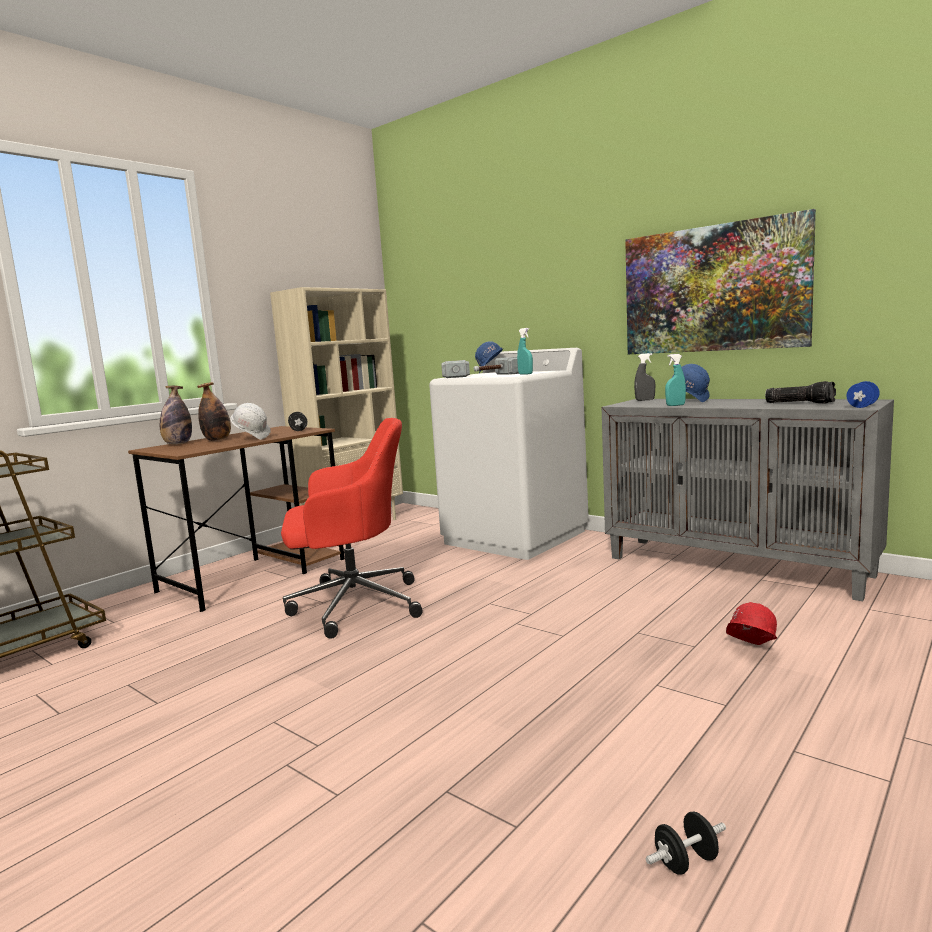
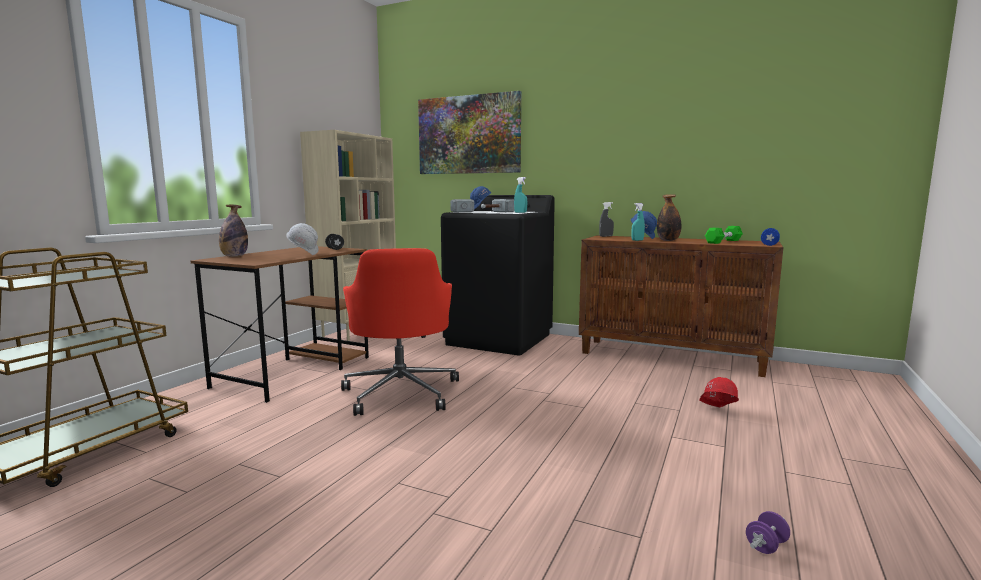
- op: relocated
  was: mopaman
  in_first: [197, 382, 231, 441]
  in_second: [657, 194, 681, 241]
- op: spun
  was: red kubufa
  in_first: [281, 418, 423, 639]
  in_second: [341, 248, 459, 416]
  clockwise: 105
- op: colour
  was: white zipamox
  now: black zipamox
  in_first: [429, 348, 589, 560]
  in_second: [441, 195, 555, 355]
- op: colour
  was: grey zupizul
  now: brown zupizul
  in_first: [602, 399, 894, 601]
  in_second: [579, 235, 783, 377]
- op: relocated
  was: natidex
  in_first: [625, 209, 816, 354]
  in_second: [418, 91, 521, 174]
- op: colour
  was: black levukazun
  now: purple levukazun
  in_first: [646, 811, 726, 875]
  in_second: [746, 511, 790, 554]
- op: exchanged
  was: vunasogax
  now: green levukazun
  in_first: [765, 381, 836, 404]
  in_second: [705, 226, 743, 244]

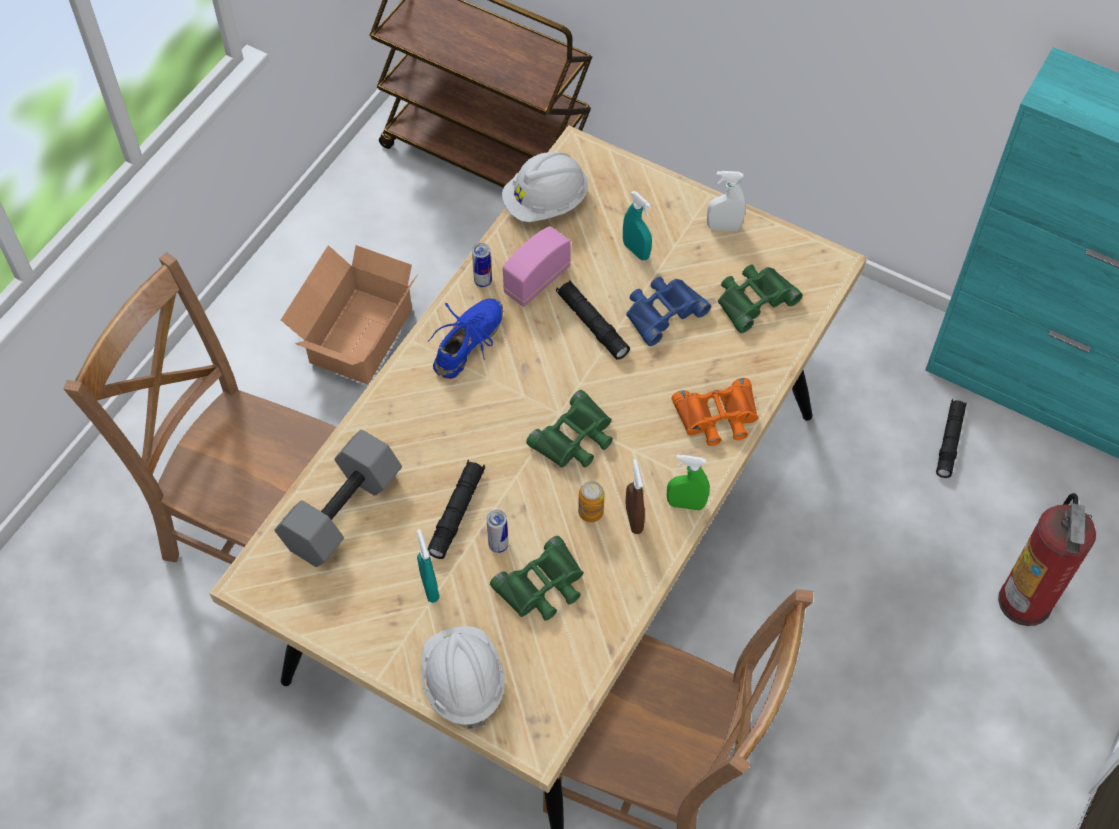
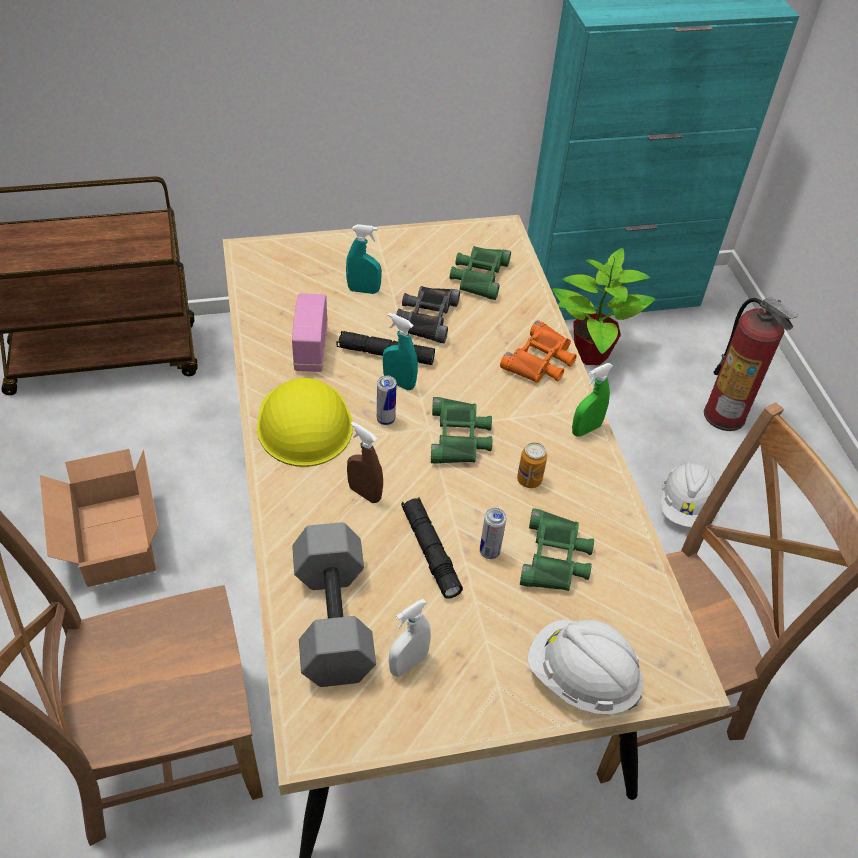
- op: relocated
  was: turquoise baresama
  in_first: [417, 529, 439, 603]
  in_second: [383, 313, 418, 390]
- op: exchanged
  was: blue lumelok
  now: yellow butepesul
  in_first: [428, 298, 503, 379]
  in_second: [257, 378, 353, 467]
- op: relocated
  was: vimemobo
  in_first: [472, 243, 492, 287]
  in_second: [377, 375, 397, 425]
- op: relocated
  was: white butepesul
  in_first: [502, 152, 588, 222]
  in_second: [660, 462, 716, 527]
- op: colour
  was: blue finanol
  now: black finanol
  in_first: [626, 277, 711, 346]
  in_second: [396, 286, 460, 343]
- op: relocated
  was: brown baresama
  in_first: [626, 459, 645, 534]
  in_second: [347, 422, 383, 503]
- op: relocated
  was: white baresama
  in_first: [707, 171, 746, 231]
  in_second: [389, 599, 431, 677]
- op: exchanged
  was: black vunasogax
  now: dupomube
  in_first: [936, 399, 967, 478]
  in_second: [552, 248, 655, 365]

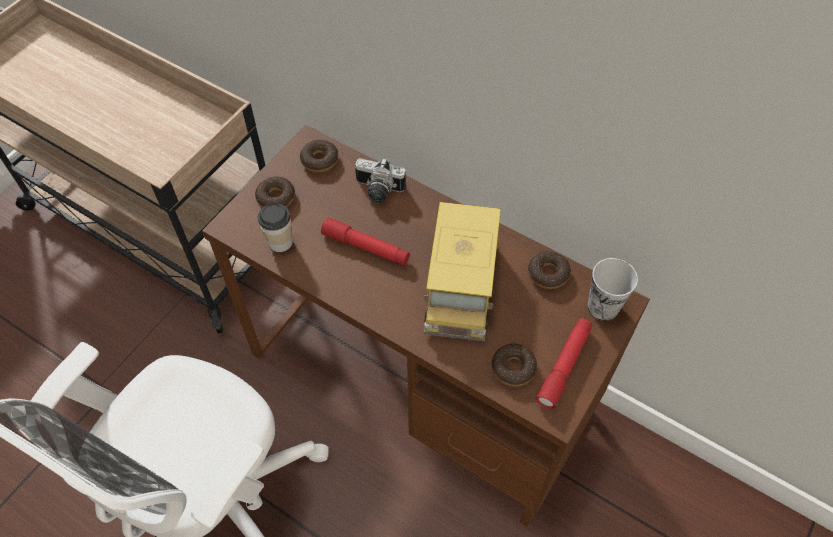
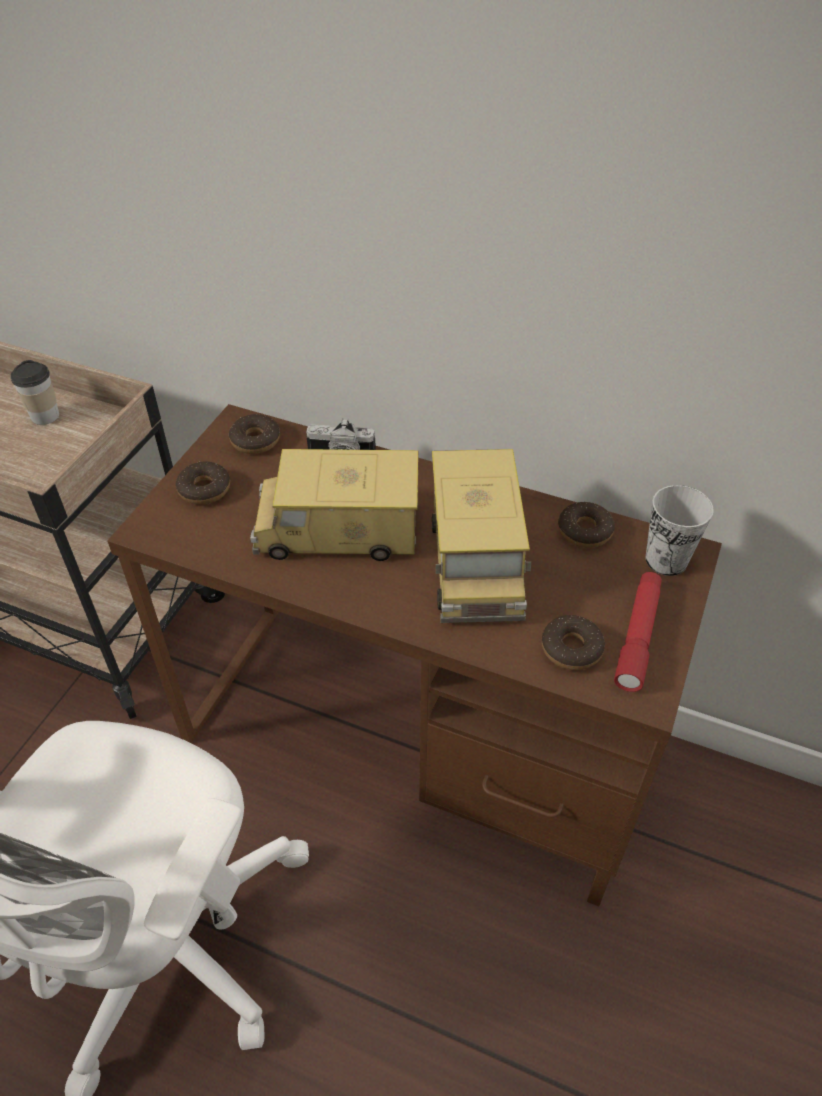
- op: relocated
  was: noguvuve
  in_first: [258, 203, 292, 252]
  in_second: [10, 360, 59, 425]
- op: exchanged
  was: red vunasogax
  now: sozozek
  in_first: [321, 217, 410, 265]
  in_second: [250, 449, 419, 561]

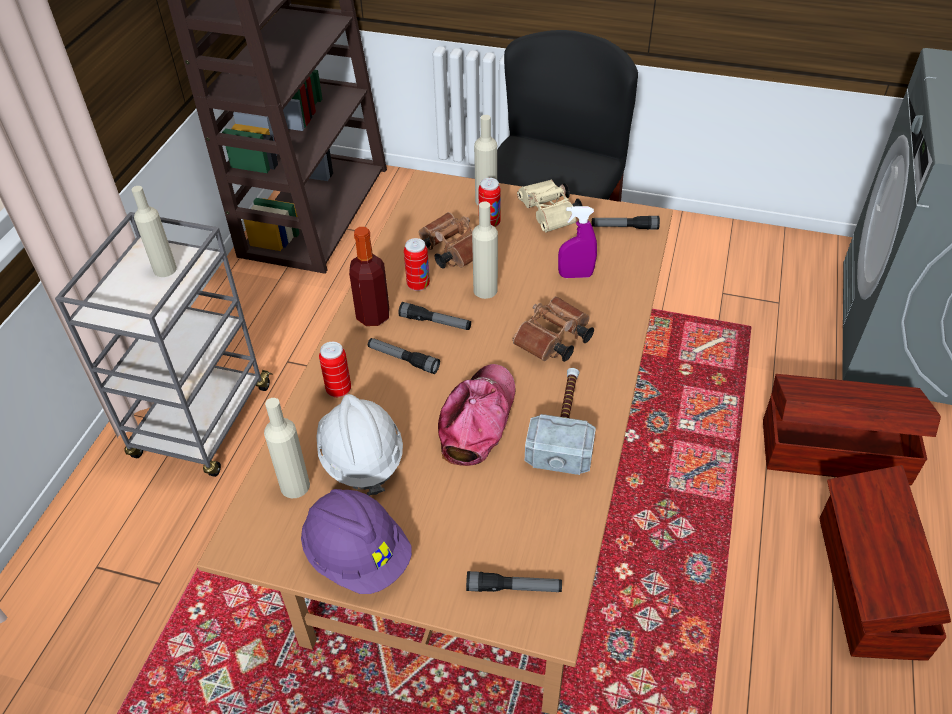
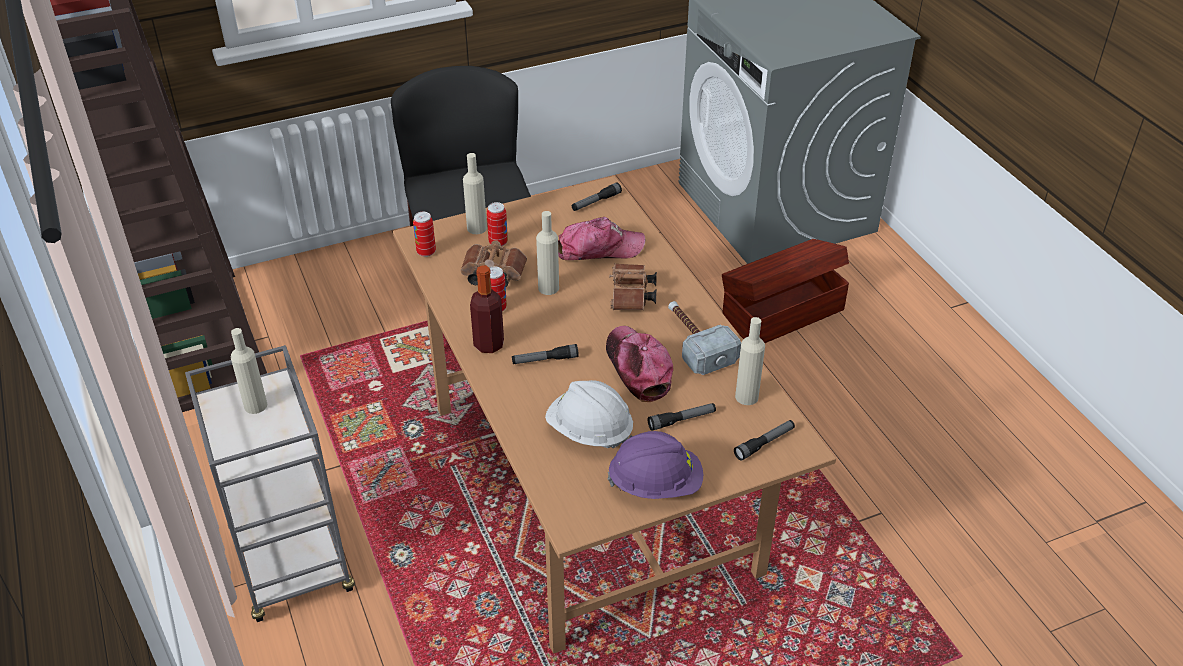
- op: relocated
  was: beige mopaman
  in_first: [264, 398, 310, 498]
  in_second: [735, 317, 765, 405]
- op: relocated
  was: vimemobo
  in_first: [319, 342, 351, 397]
  in_second: [413, 212, 436, 257]
- op: relocated
  was: vunasogax
  in_first: [398, 302, 471, 330]
  in_second: [648, 403, 716, 431]
- op: missing
  was: beige finanol
  in_first: [517, 180, 583, 233]
- op: exchanged
  was: purple baresama
  now: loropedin
  in_first: [558, 206, 597, 278]
  in_second: [558, 217, 645, 260]
- op: missing
  was: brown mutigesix
  in_first: [819, 465, 951, 661]

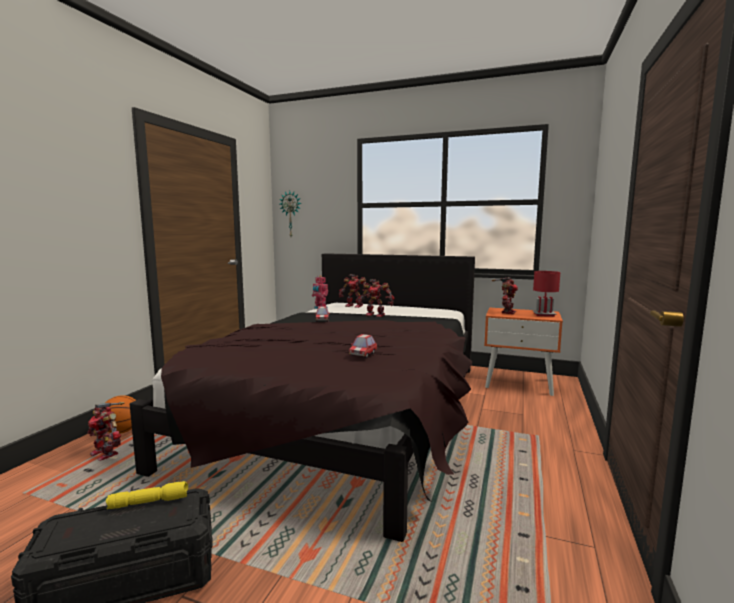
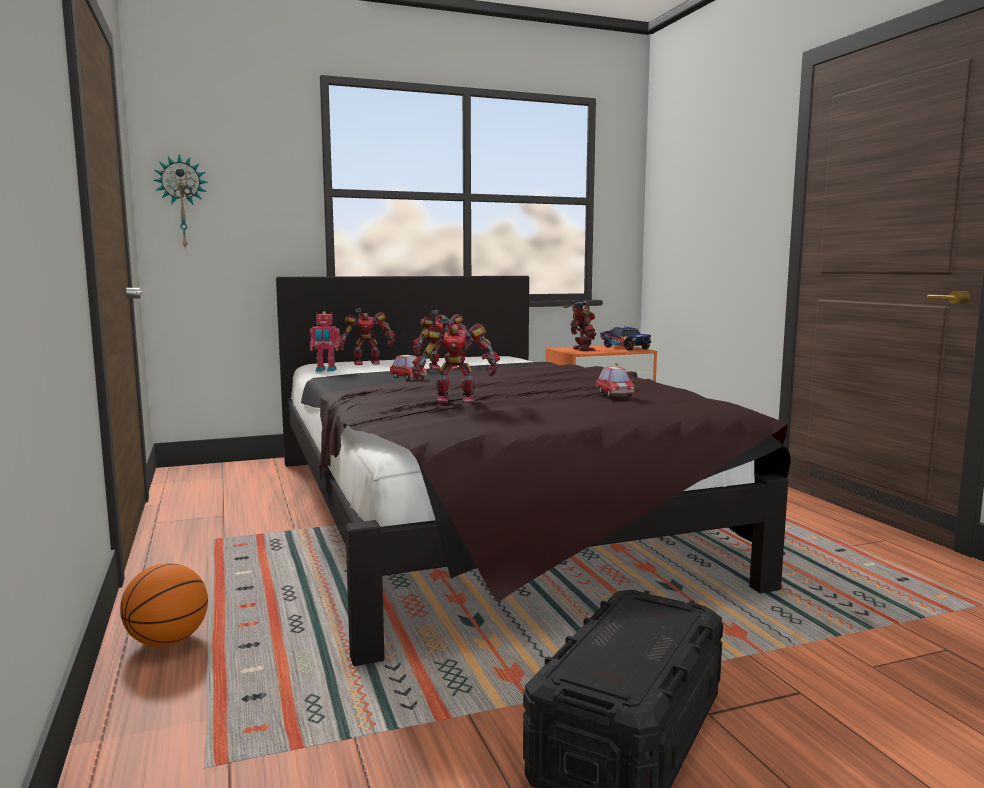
- op: relocated
  was: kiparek
  in_first: [87, 402, 124, 461]
  in_second: [412, 317, 500, 403]
- op: missing
  was: yellow vunasogax
  in_first: [106, 481, 188, 509]
- op: exchanged
  was: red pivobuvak
  now: sozozek
  in_first: [532, 271, 560, 317]
  in_second: [600, 327, 651, 351]

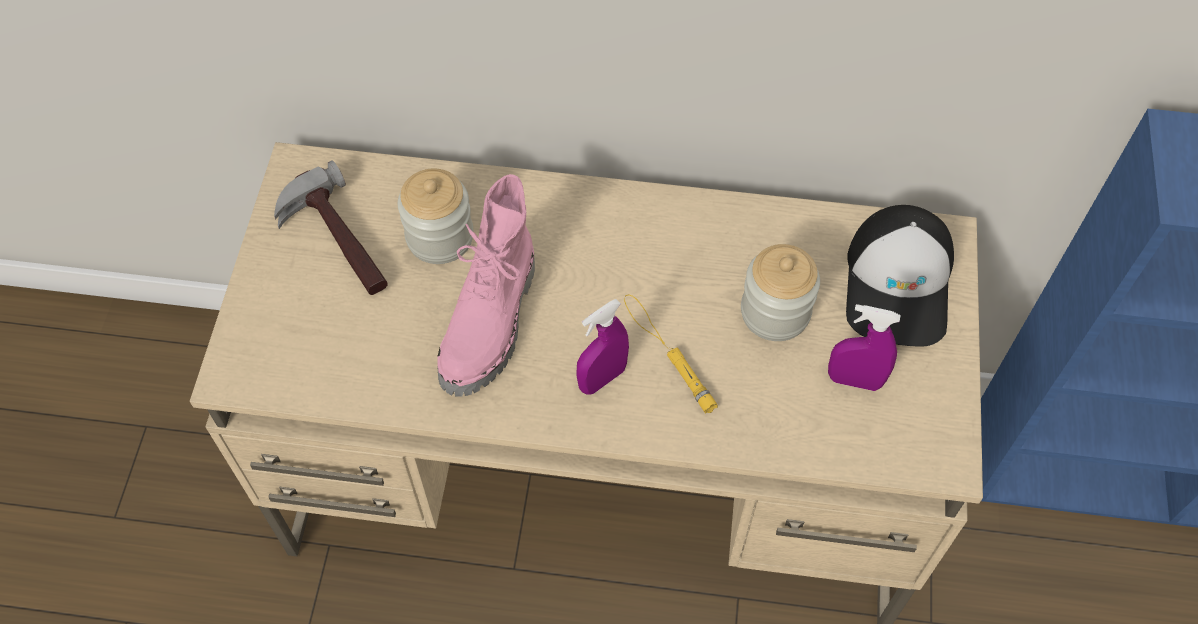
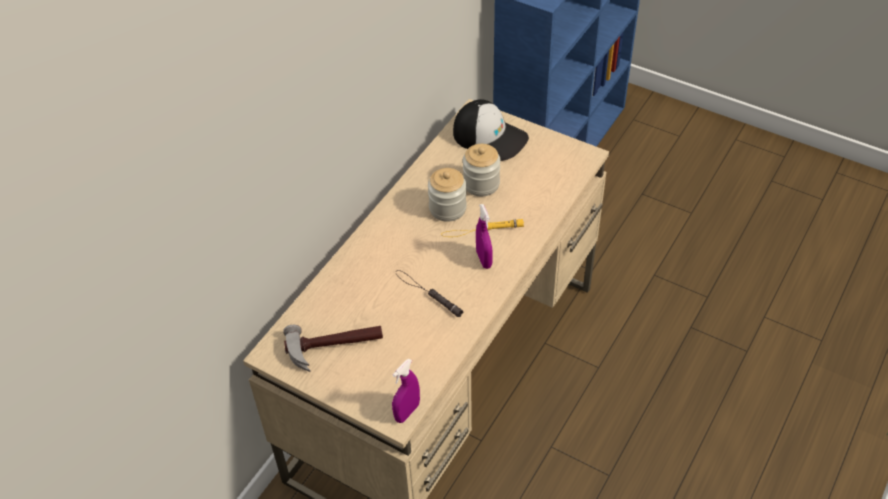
- op: relocated
  was: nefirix
  in_first: [398, 169, 474, 264]
  in_second: [428, 168, 467, 222]
- op: exchanged
  was: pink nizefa
  now: black vunasogax
  in_first: [437, 174, 535, 396]
  in_second: [396, 270, 463, 317]
- op: relocated
  was: purple baresama
  in_first: [828, 304, 900, 391]
  in_second: [392, 358, 420, 423]

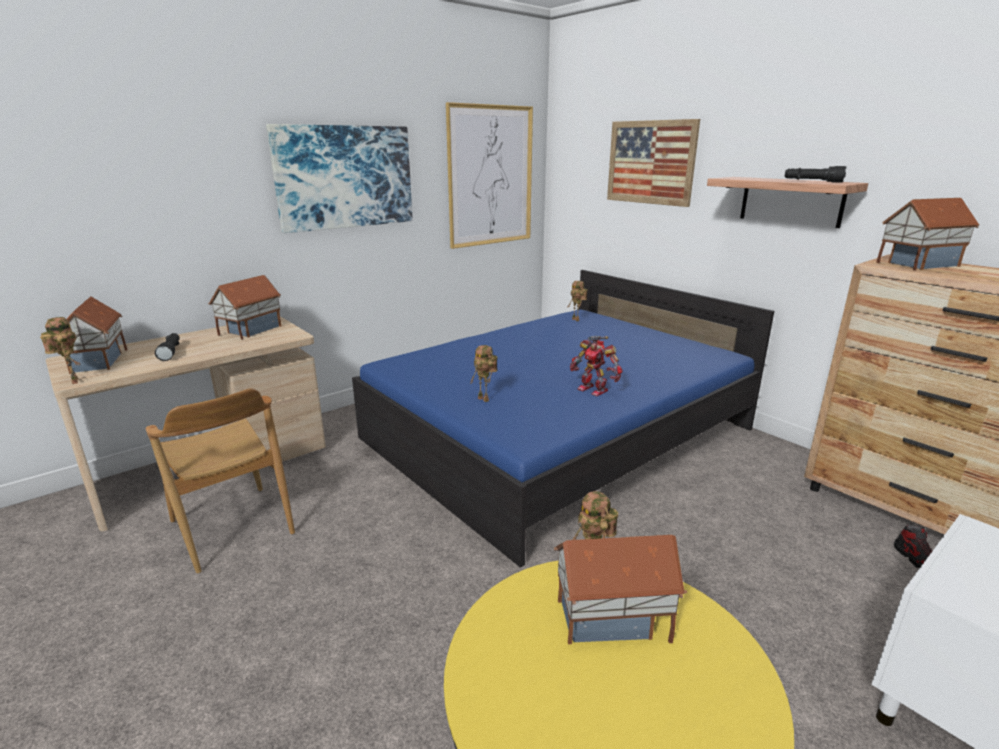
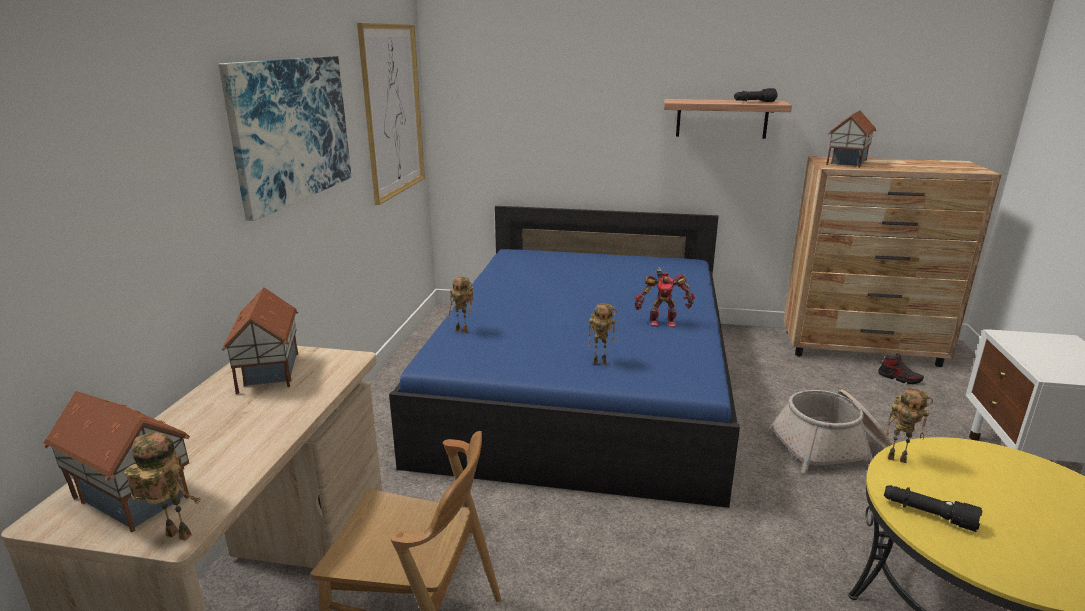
- op: relocated
  was: black vunasogax
  in_first: [155, 333, 180, 361]
  in_second: [884, 485, 982, 532]
- op: missing
  was: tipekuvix
  in_first: [554, 535, 687, 644]
- op: relocated
  was: kiparek
  in_first: [567, 281, 588, 321]
  in_second: [448, 277, 474, 333]
- op: missing
  was: natidex
  in_first: [607, 119, 700, 207]
- op: appeared
  now: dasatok
  in_second: [766, 389, 892, 474]

